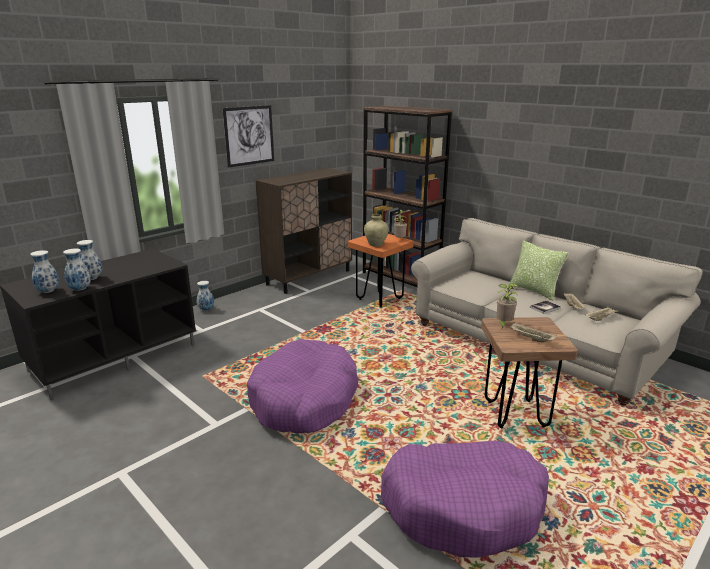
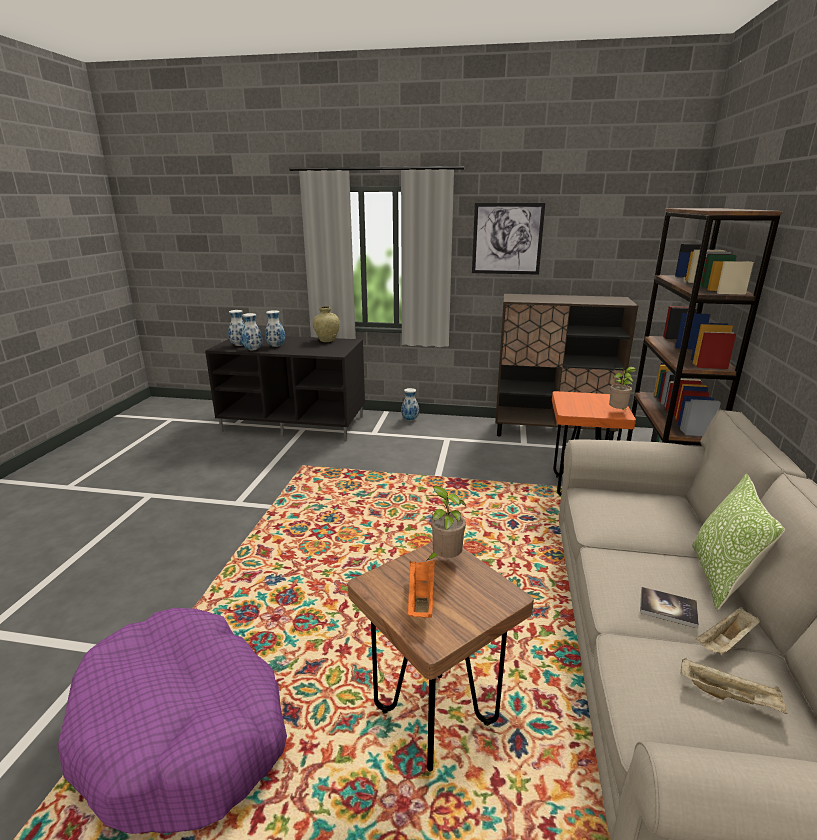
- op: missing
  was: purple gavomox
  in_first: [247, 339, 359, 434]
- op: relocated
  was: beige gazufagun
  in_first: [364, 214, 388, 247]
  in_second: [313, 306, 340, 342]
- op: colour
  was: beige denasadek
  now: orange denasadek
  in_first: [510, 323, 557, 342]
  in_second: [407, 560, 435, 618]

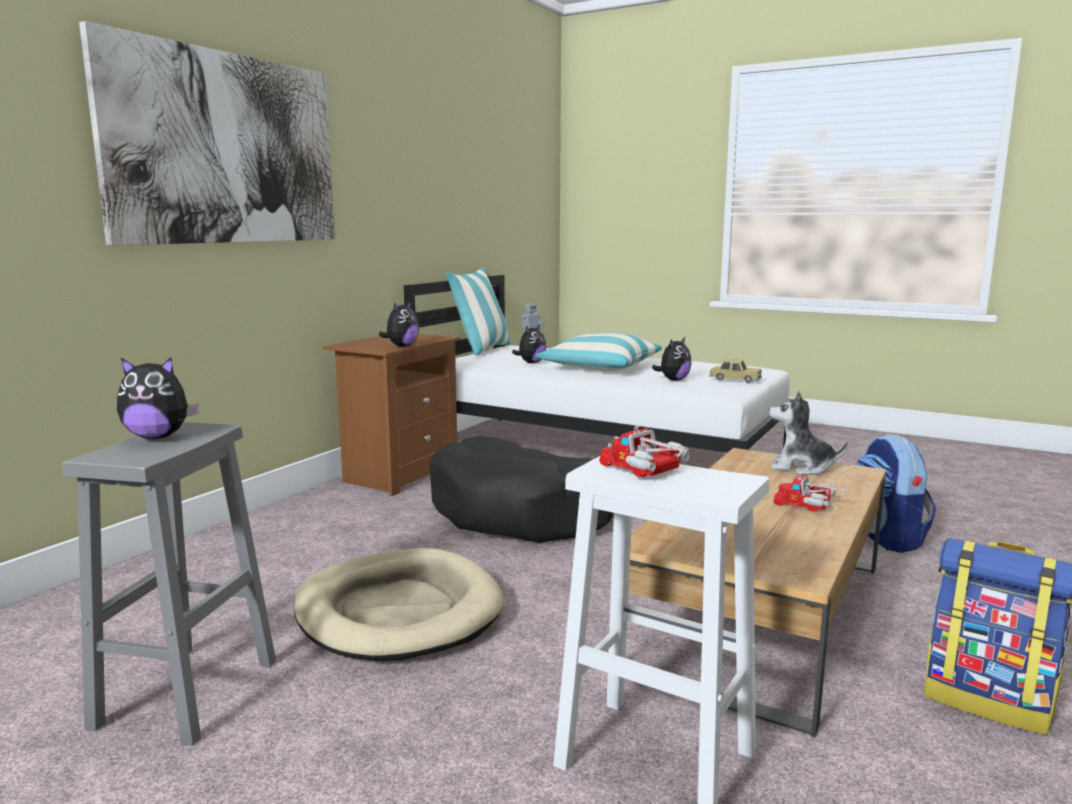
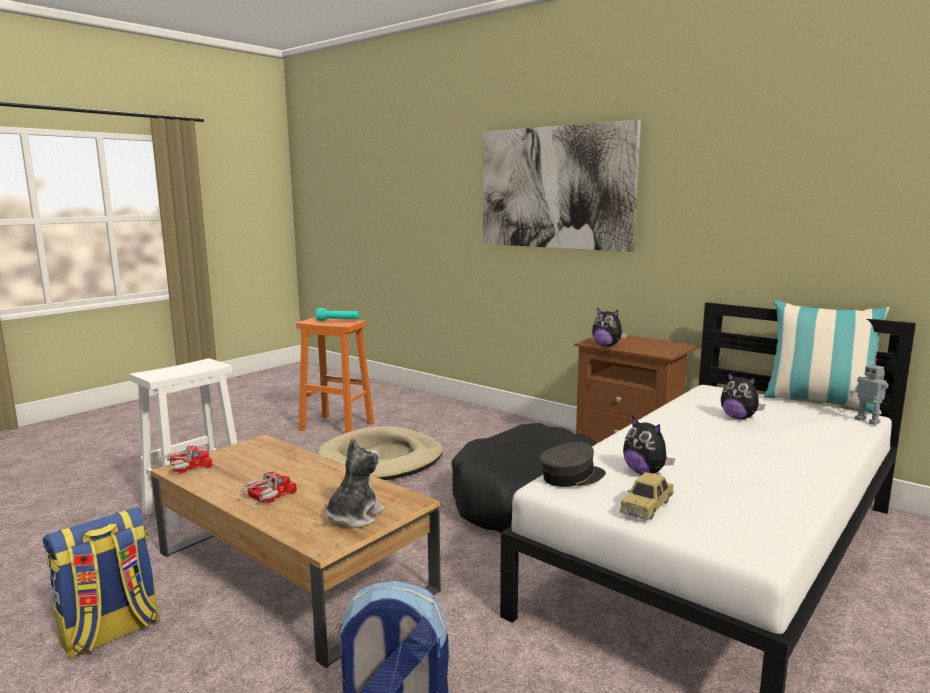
- op: colour
  was: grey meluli
  now: orange meluli
  in_first: [62, 422, 276, 746]
  in_second: [296, 317, 374, 433]
- op: exchanged
  was: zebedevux
  now: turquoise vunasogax
  in_first: [117, 358, 199, 439]
  in_second: [316, 308, 359, 321]
- op: missing
  was: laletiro
  in_first: [535, 333, 662, 371]
- op: relocated
  was: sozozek
  in_first: [599, 426, 691, 477]
  in_second: [156, 445, 213, 473]
- op: appeared
  now: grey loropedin
  in_second: [540, 442, 606, 487]

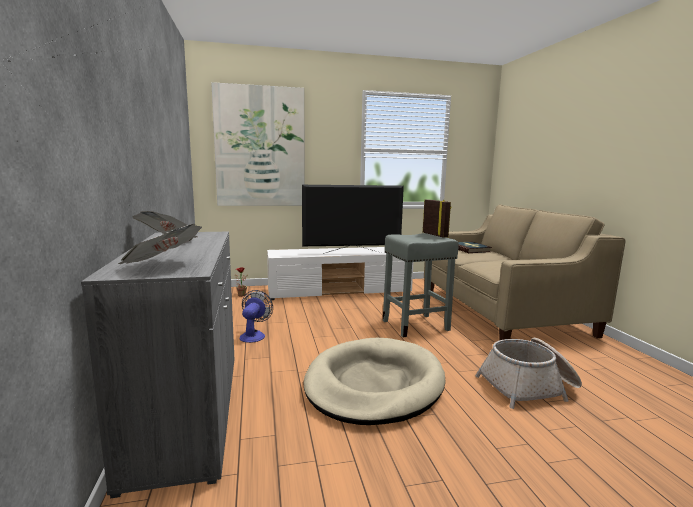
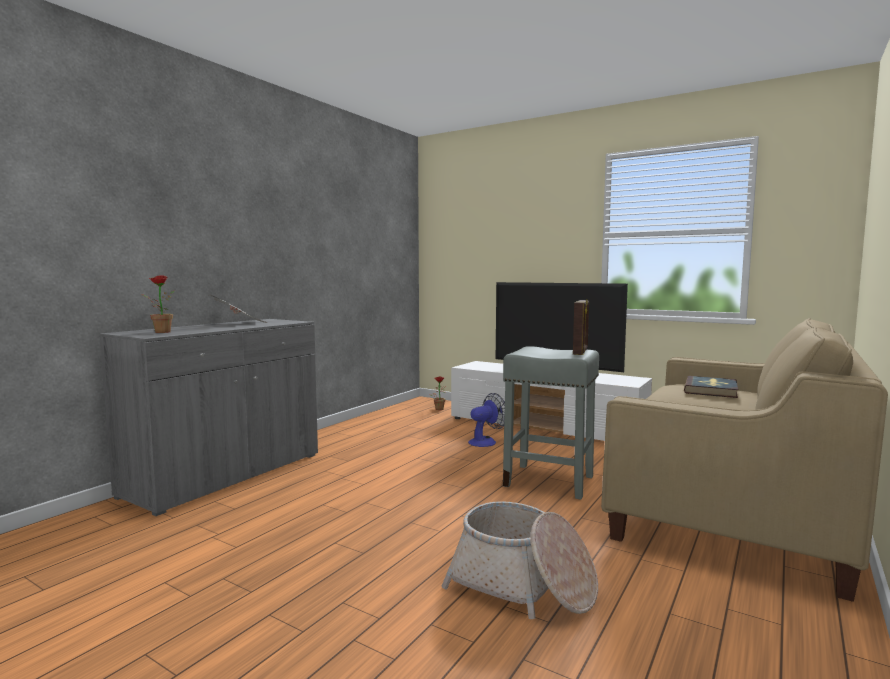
- op: exchanged
  was: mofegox
  now: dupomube
  in_first: [118, 224, 202, 264]
  in_second: [141, 275, 175, 333]
- op: missing
  was: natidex
  in_first: [211, 82, 305, 206]
- op: relocated
  was: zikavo
  in_first: [240, 290, 273, 343]
  in_second: [468, 393, 505, 447]
- op: missing
  was: beige gavomox
  in_first: [303, 338, 446, 425]

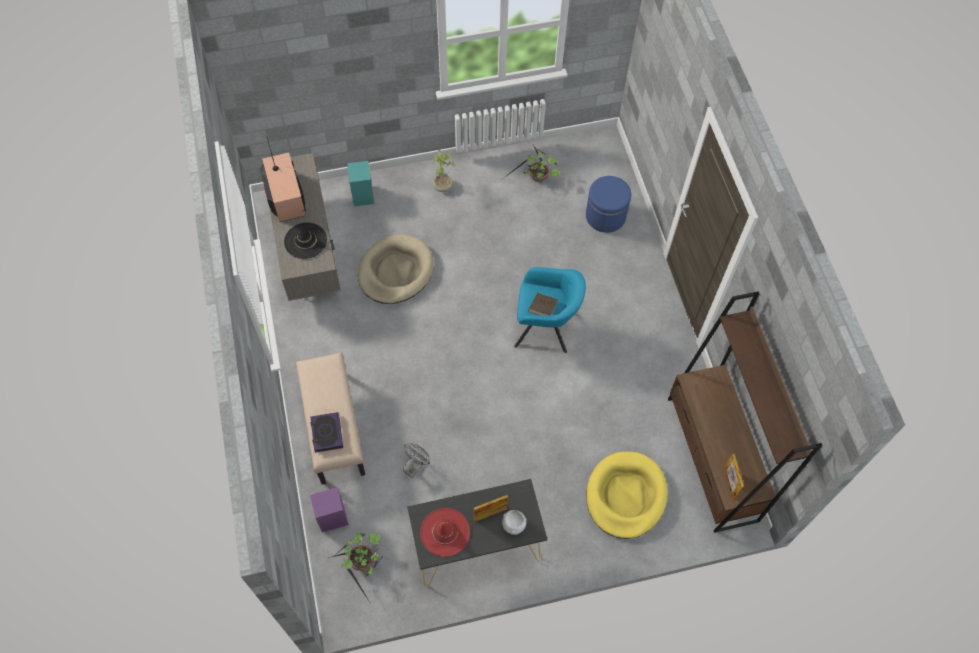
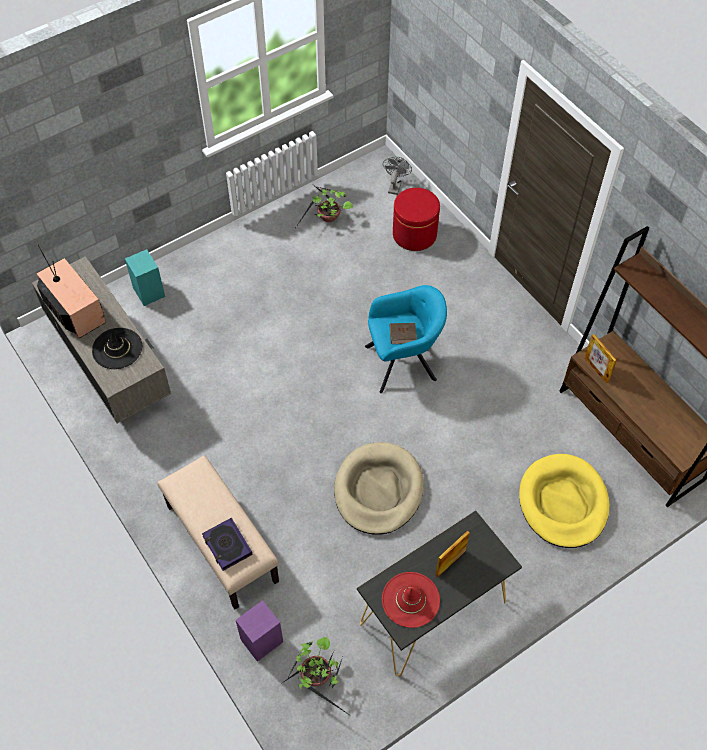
- op: relocated
  was: beige gavomox
  in_first: [358, 234, 434, 304]
  in_second: [334, 442, 424, 535]
- op: relocated
  was: grey zikavo
  in_first: [403, 443, 430, 478]
  in_second: [383, 157, 412, 195]
- op: missing
  was: dupomube
  in_first: [433, 150, 456, 192]
- op: missing
  was: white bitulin
  in_first: [502, 510, 527, 535]
- op: colour
  was: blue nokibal
  now: red nokibal
  in_first: [586, 176, 631, 233]
  in_second: [393, 188, 440, 251]
- op: relocated
  was: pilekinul
  in_first: [724, 454, 744, 499]
  in_second: [584, 334, 617, 383]

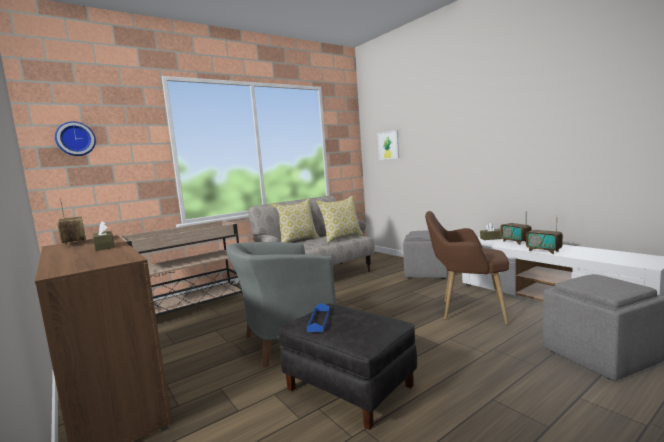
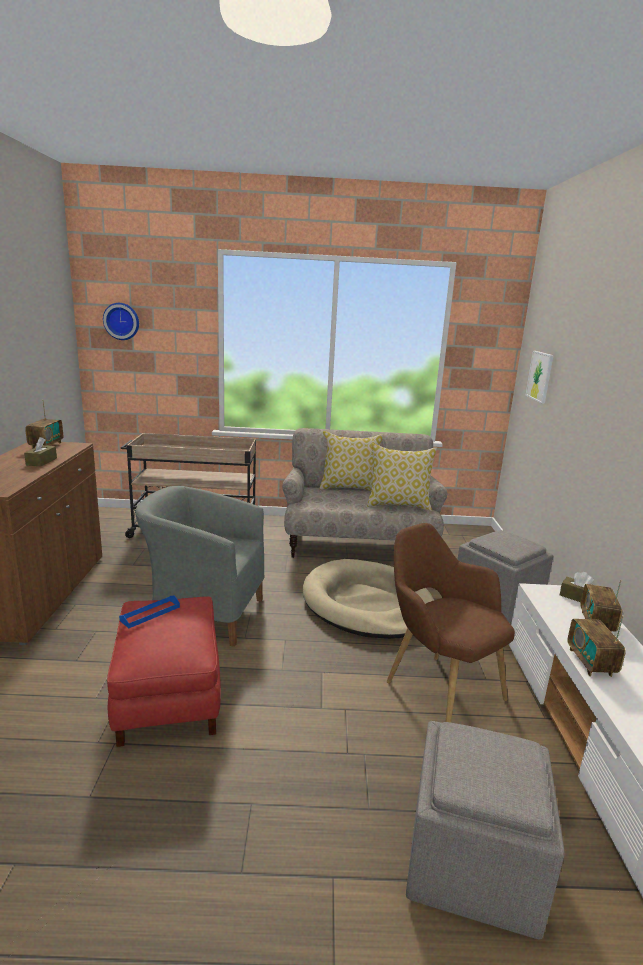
- op: colour
  was: black nokibal
  now: red nokibal
  in_first: [278, 304, 417, 430]
  in_second: [107, 596, 221, 747]
- op: appeared
  now: beige gavomox
  in_second: [303, 559, 434, 639]

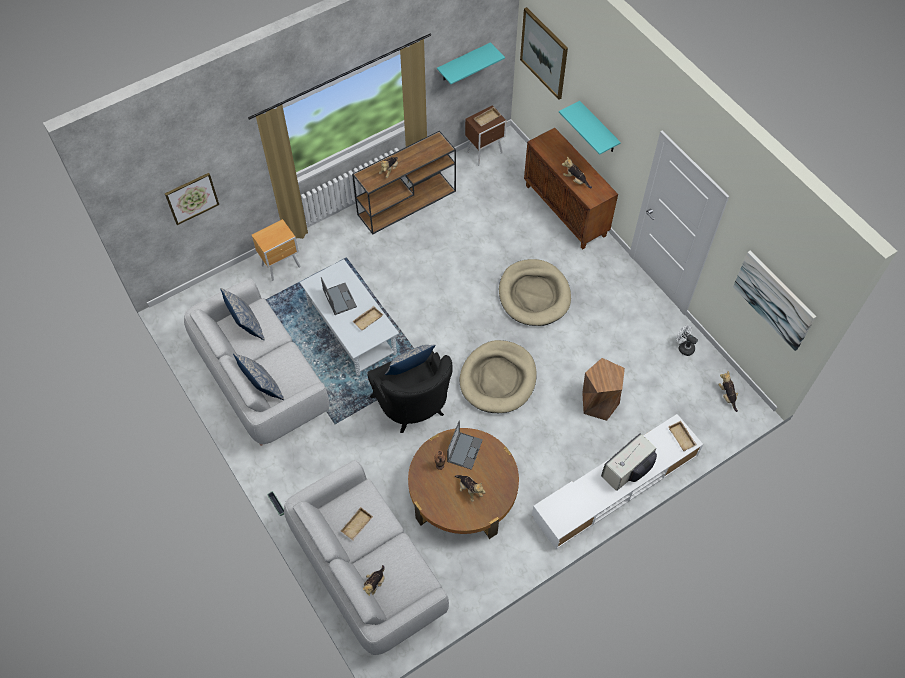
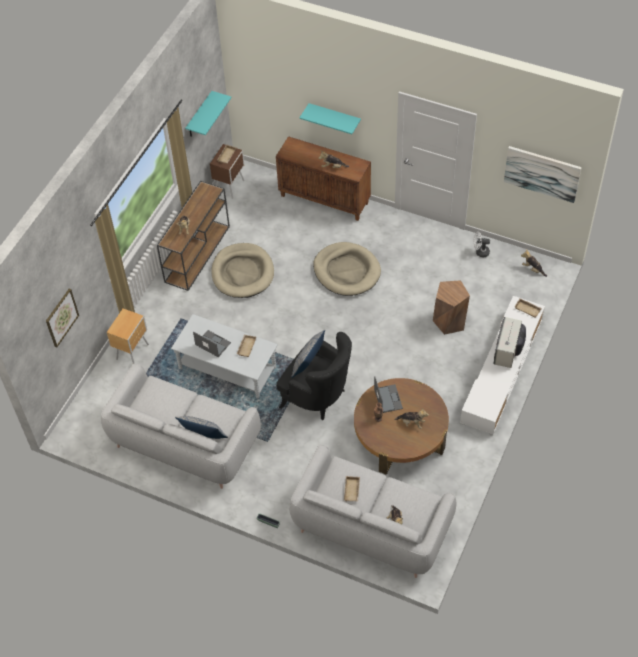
- op: missing
  was: laletiro
  in_first: [220, 288, 265, 340]
- op: relocated
  was: beige gavomox
  in_first: [460, 340, 537, 413]
  in_second: [211, 243, 274, 298]
- op: missing
  was: natidex
  in_first: [520, 7, 568, 100]

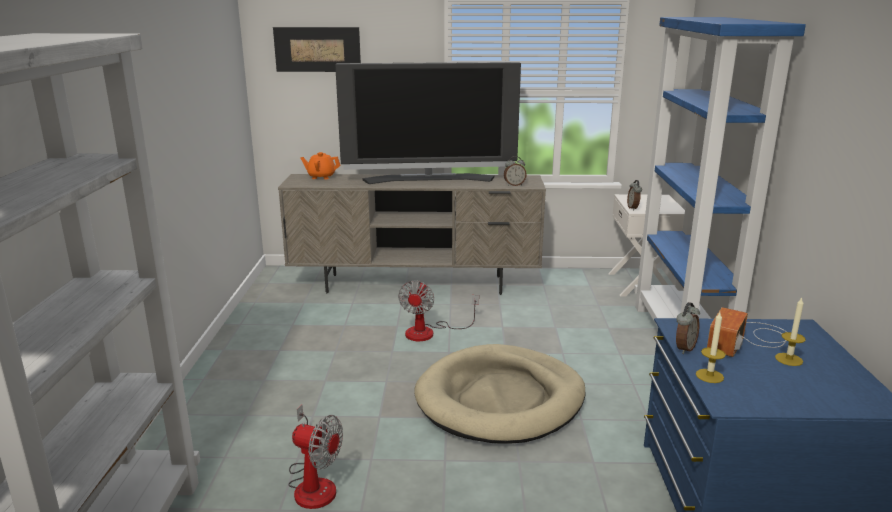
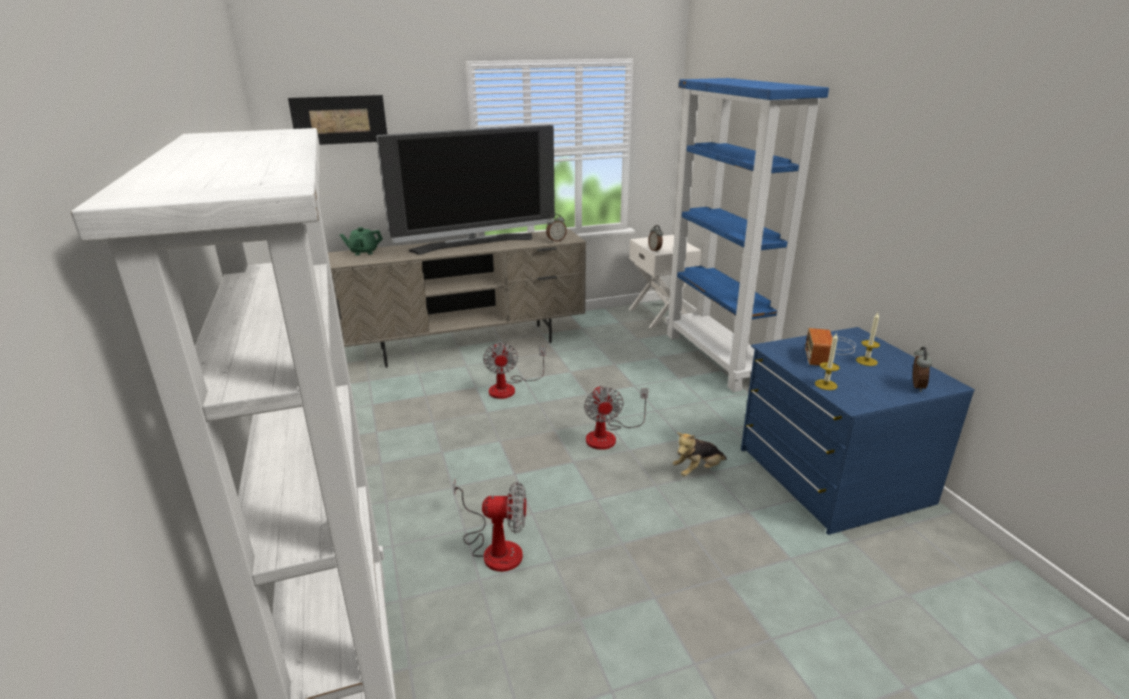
- op: colour
  was: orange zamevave
  now: green zamevave
  in_first: [301, 152, 341, 179]
  in_second: [340, 227, 383, 256]
- op: exchanged
  was: beige gavomox
  now: zikavo
  in_first: [414, 344, 585, 444]
  in_second: [584, 385, 648, 450]
- op: relocated
  was: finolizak
  in_first: [676, 302, 700, 354]
  in_second: [913, 347, 932, 392]
- op: appeared
  now: zebedevux
  in_second: [672, 432, 727, 476]

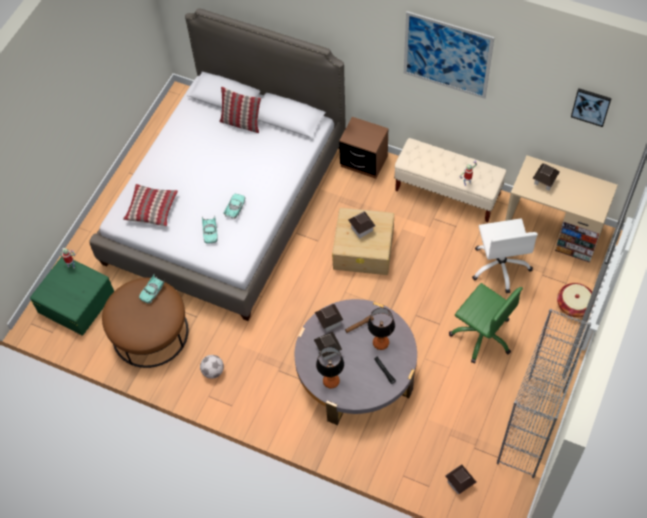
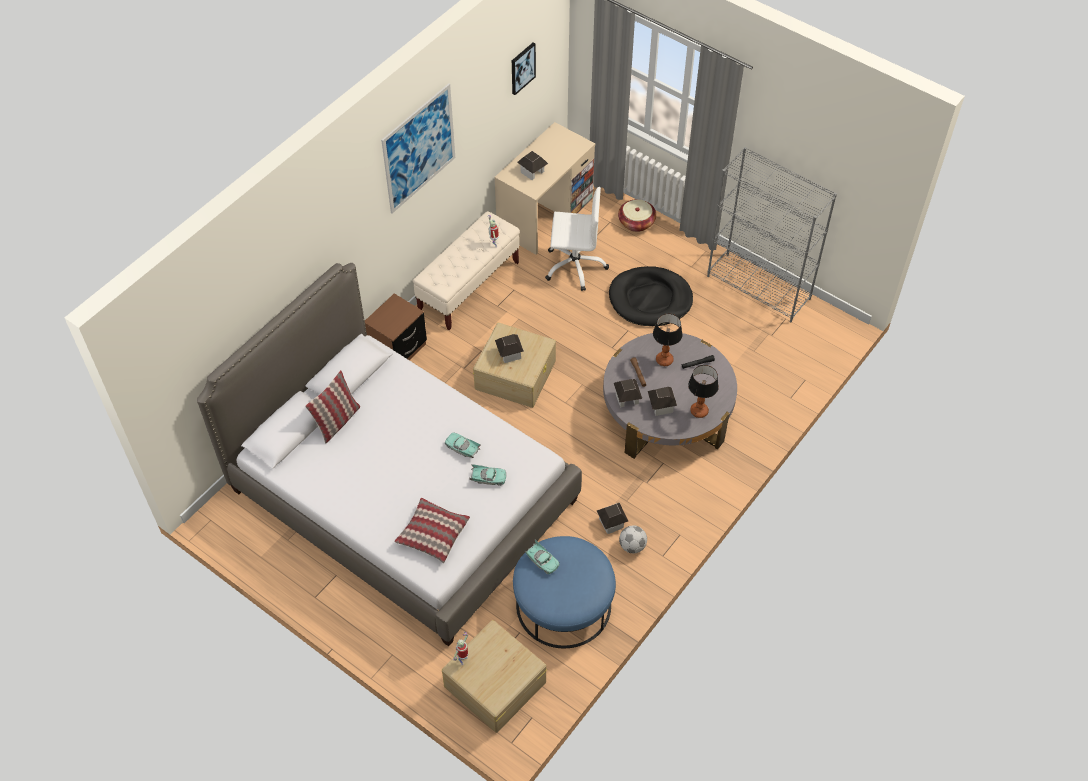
- op: colour
  was: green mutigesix
  now: beige mutigesix
  in_first: [30, 257, 114, 335]
  in_second: [442, 620, 547, 733]
- op: colour
  was: brown nokibal
  now: blue nokibal
  in_first: [102, 277, 189, 368]
  in_second: [513, 536, 616, 648]
- op: relocated
  was: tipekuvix
  in_first: [445, 464, 476, 494]
  in_second: [597, 502, 628, 534]
- op: exchanged
  was: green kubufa
  now: black gavomox
  in_first: [449, 283, 523, 363]
  in_second: [609, 266, 693, 326]

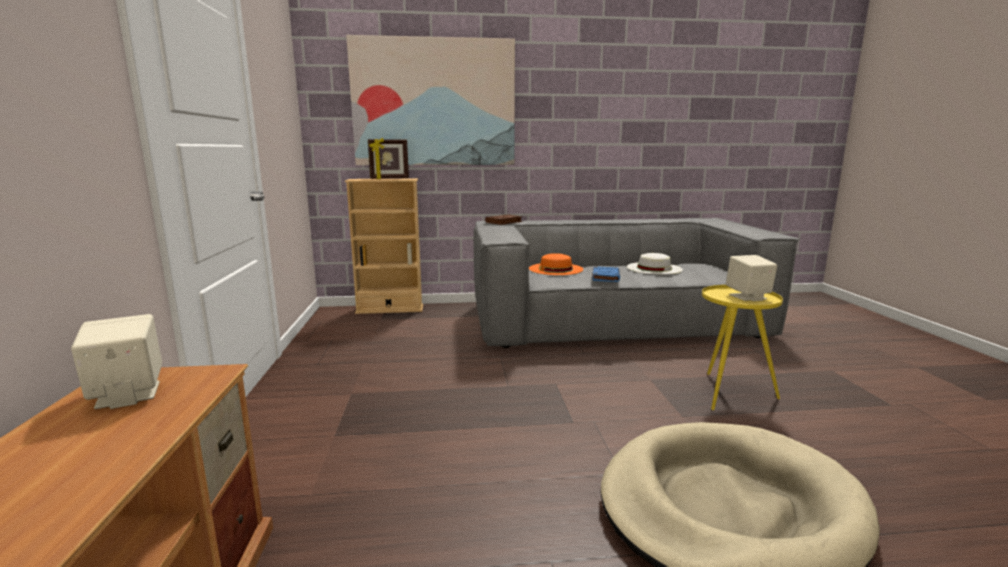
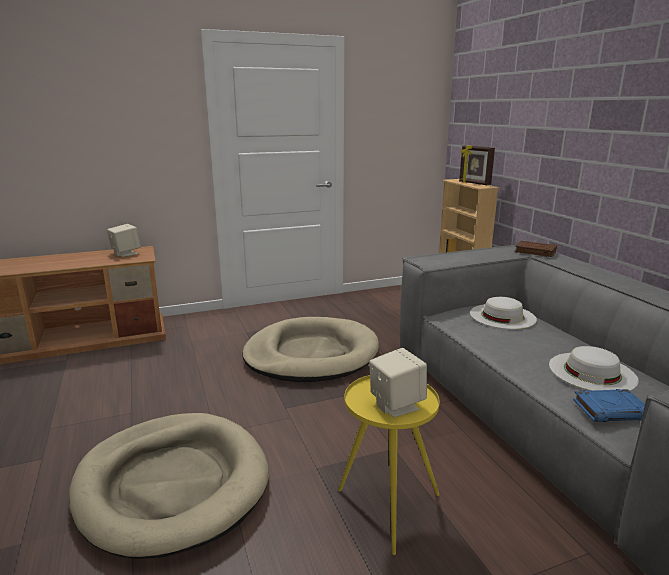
- op: missing
  was: natidex
  in_first: [346, 35, 515, 165]
- op: colour
  was: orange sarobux
  now: white sarobux
  in_first: [529, 253, 583, 275]
  in_second: [470, 297, 537, 329]
- op: relocated
  was: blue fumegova
  in_first: [592, 266, 620, 282]
  in_second: [573, 389, 645, 422]
- op: appeared
  now: beige gavomox
  in_second: [242, 317, 379, 382]

